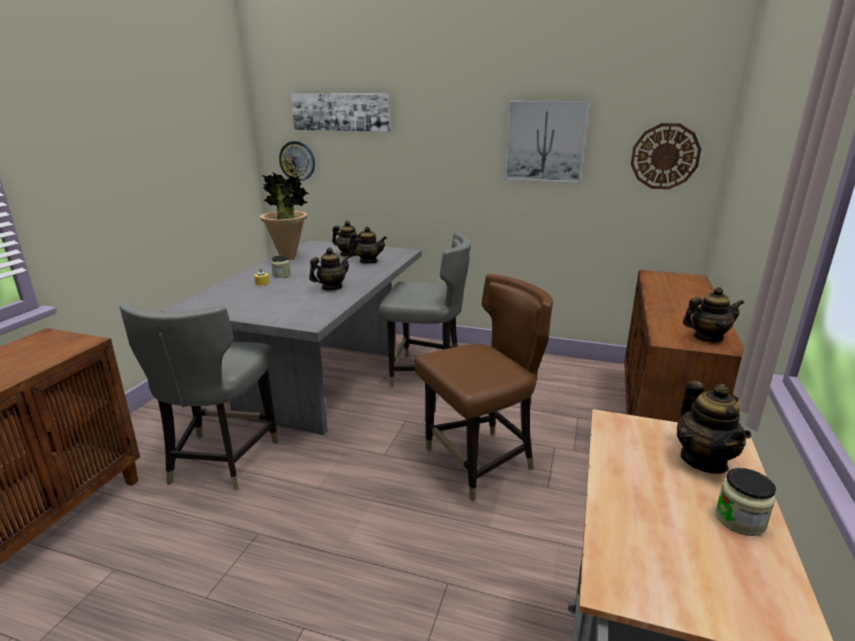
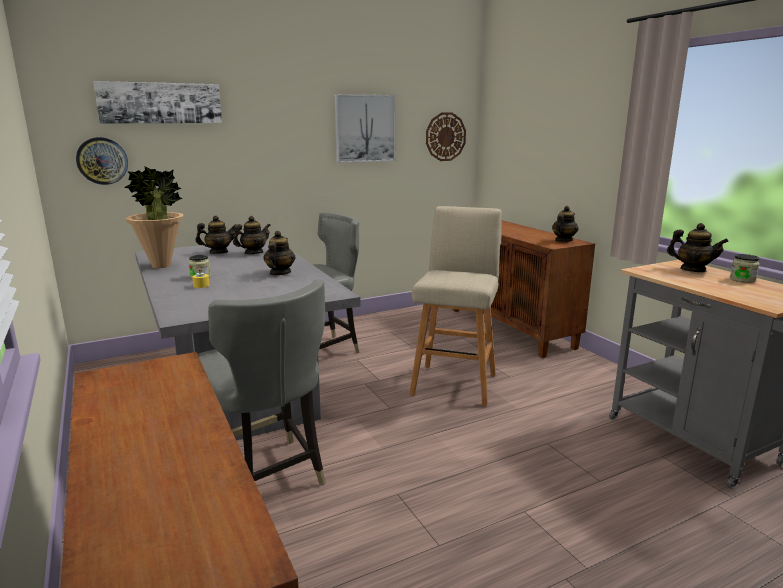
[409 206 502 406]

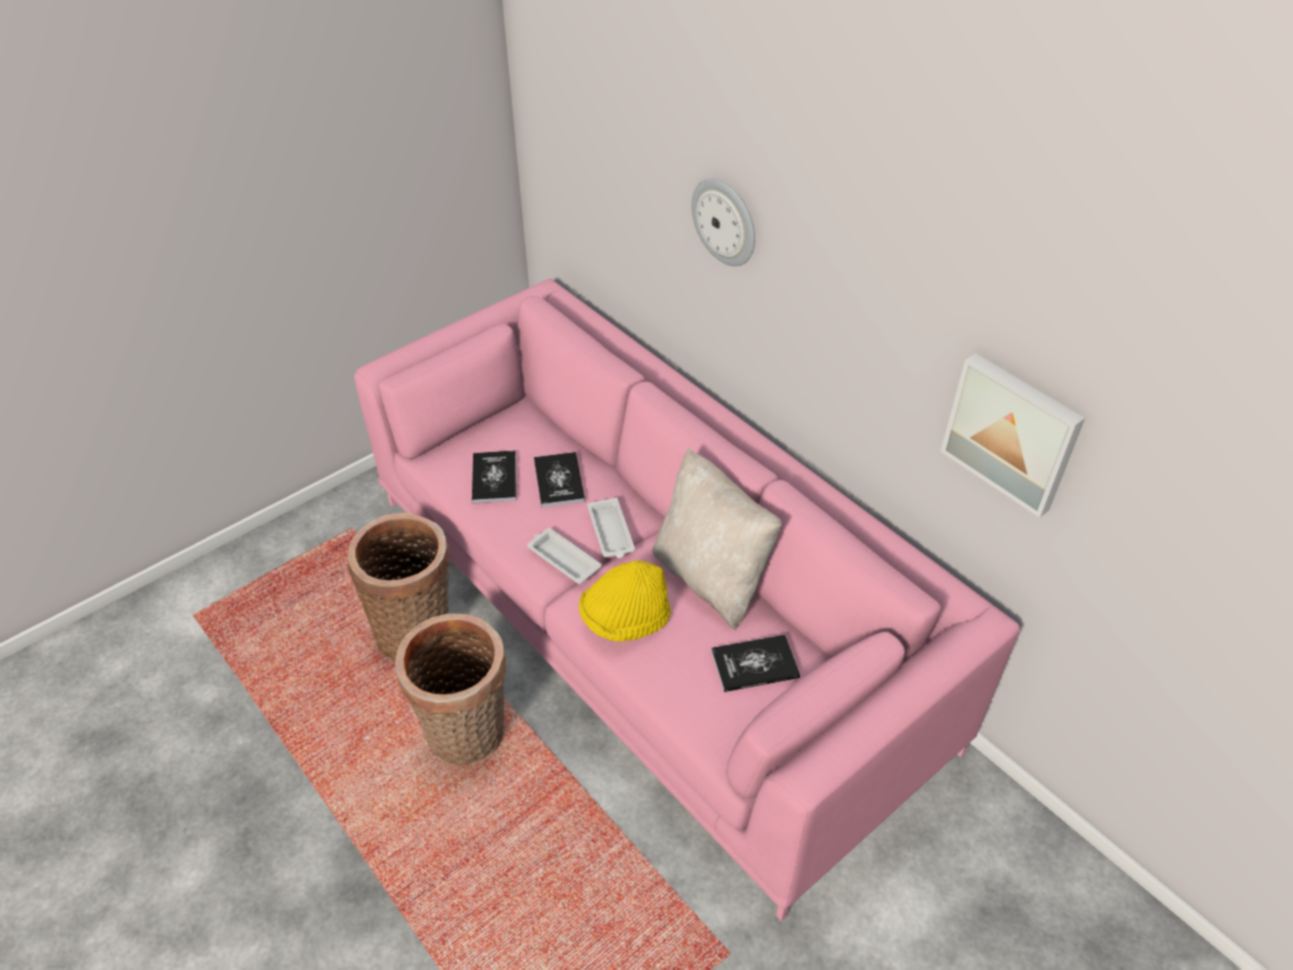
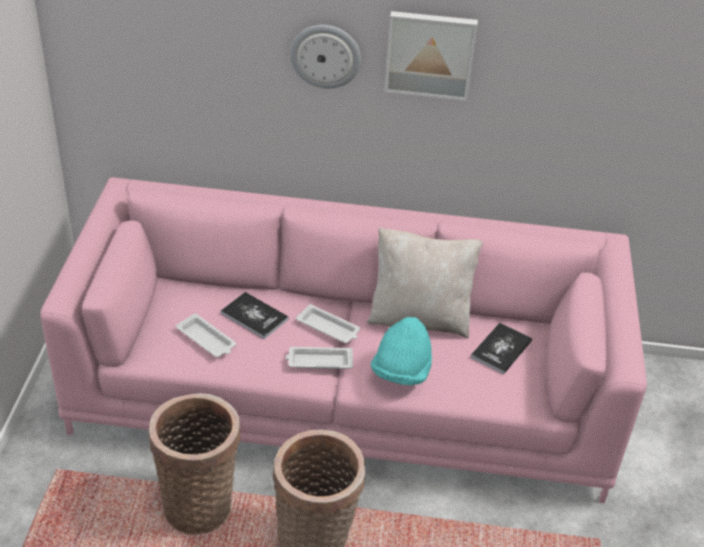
[384 11 478 101]
[176 313 236 357]
[371 317 432 385]

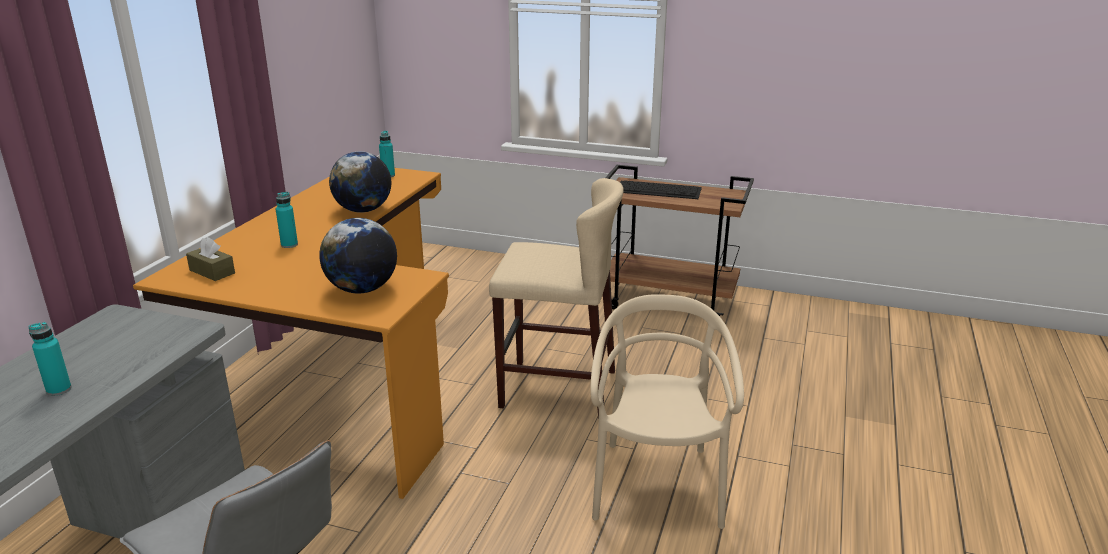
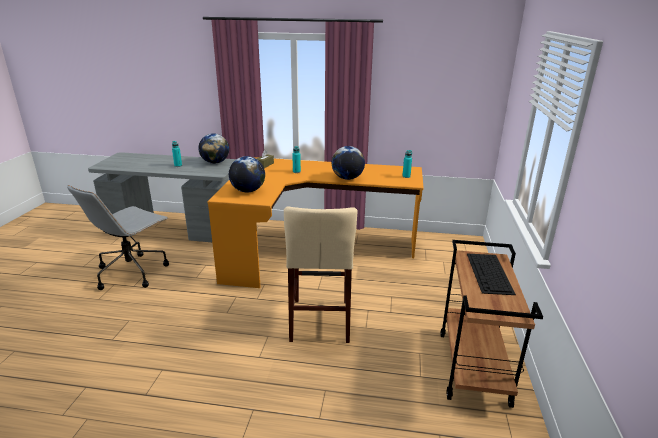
[590 294 744 529] (first image)
[198 133 229 164]

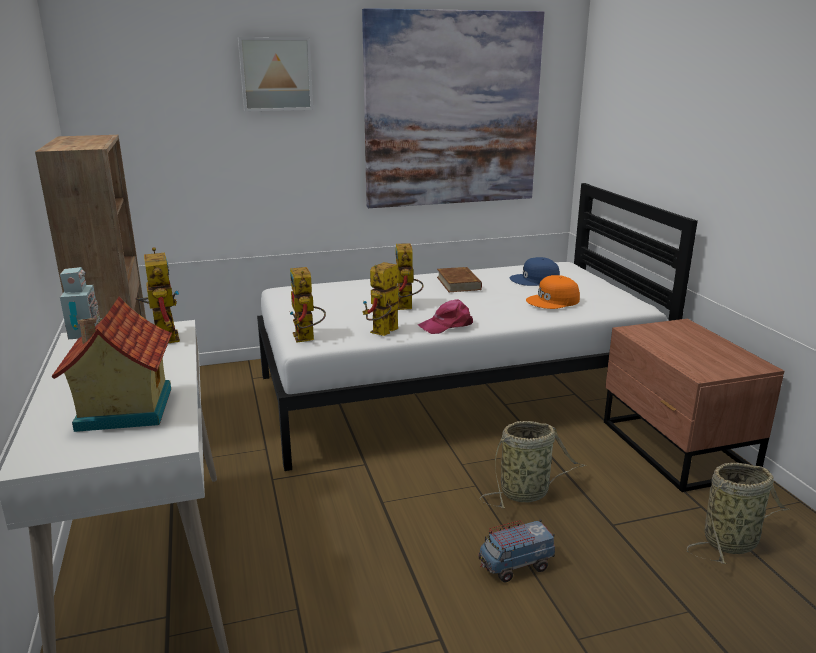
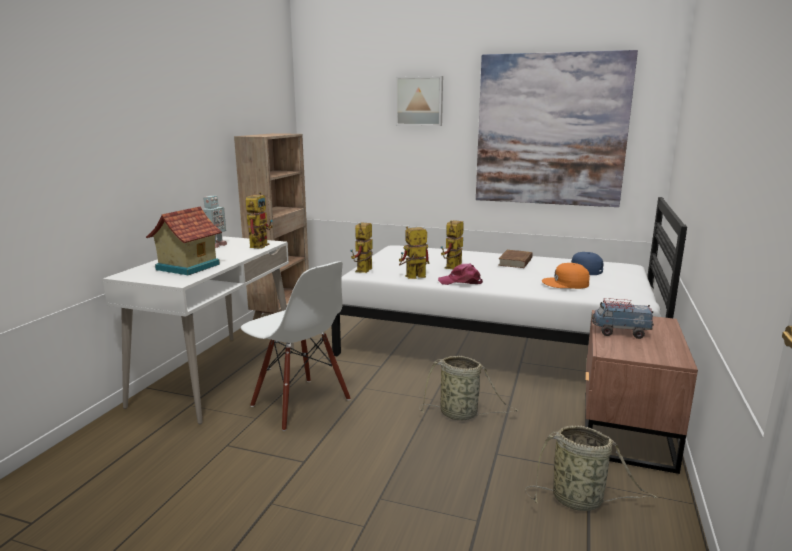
[241 261 351 431]
[592 298 654 339]

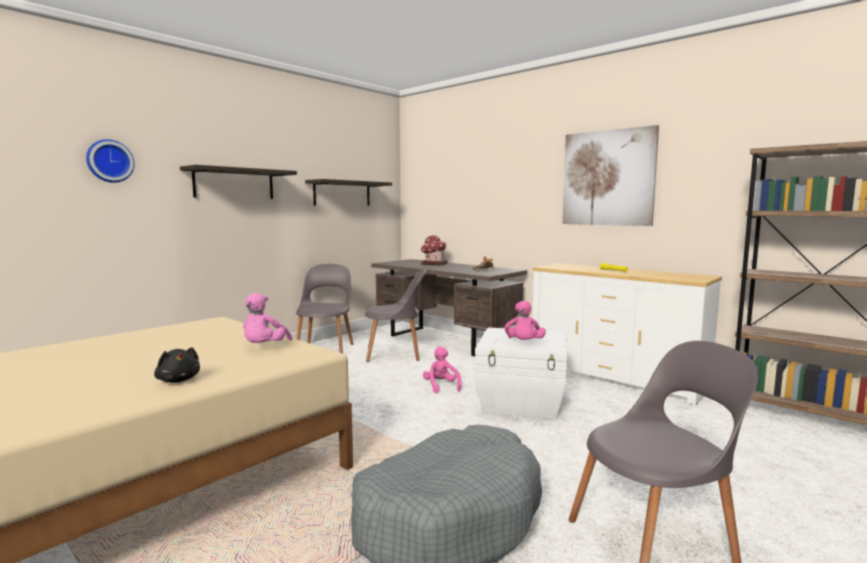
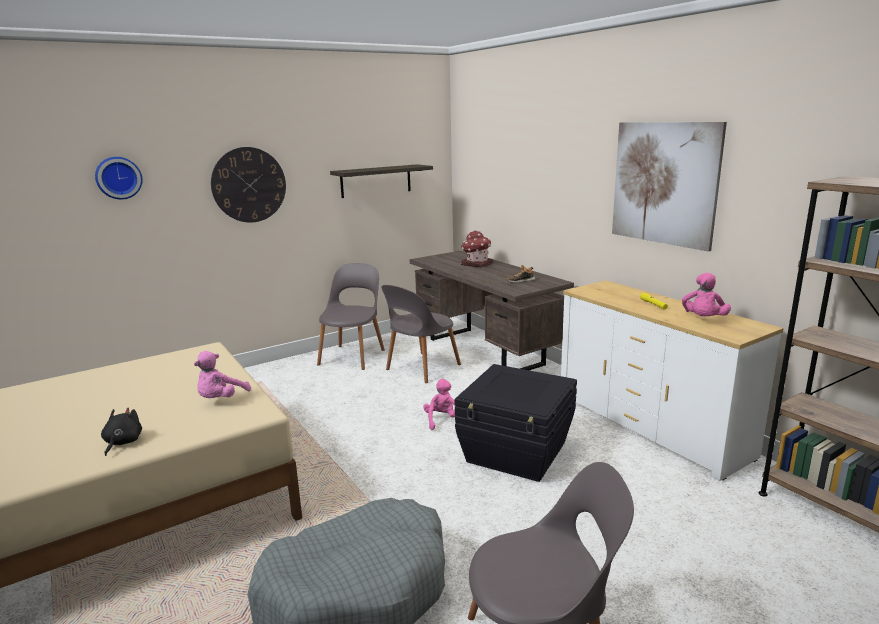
[682 273 731 316]
[211 147 286 223]
[455 364 577 482]
[101 407 142 456]
[381 285 461 383]

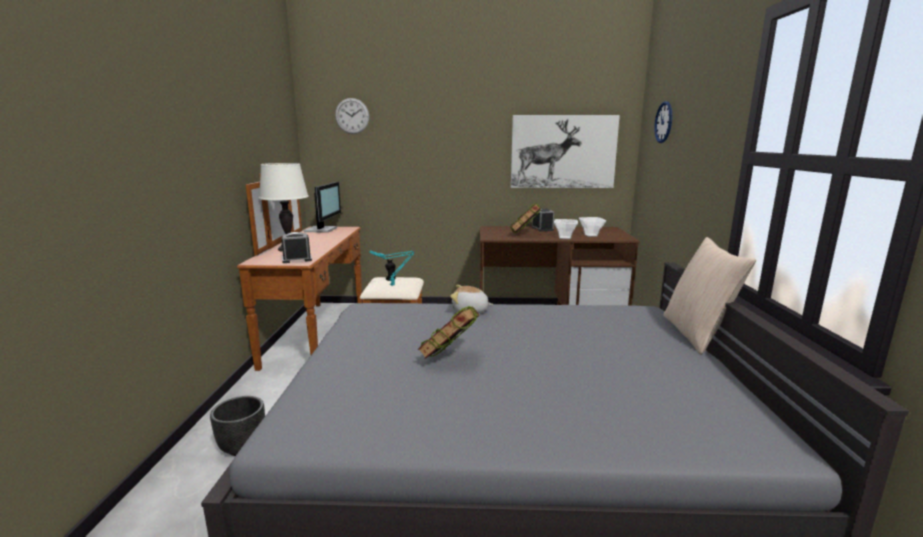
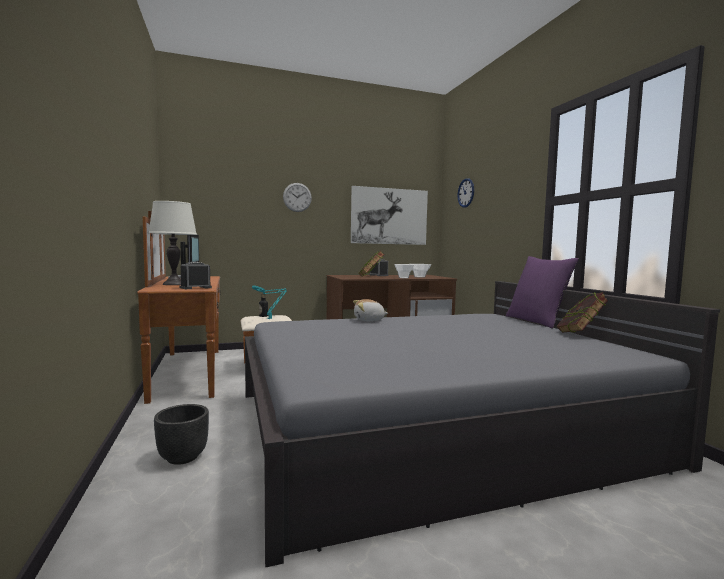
[283 183 312 212]
[556 292 608 333]
[506 256 579 329]

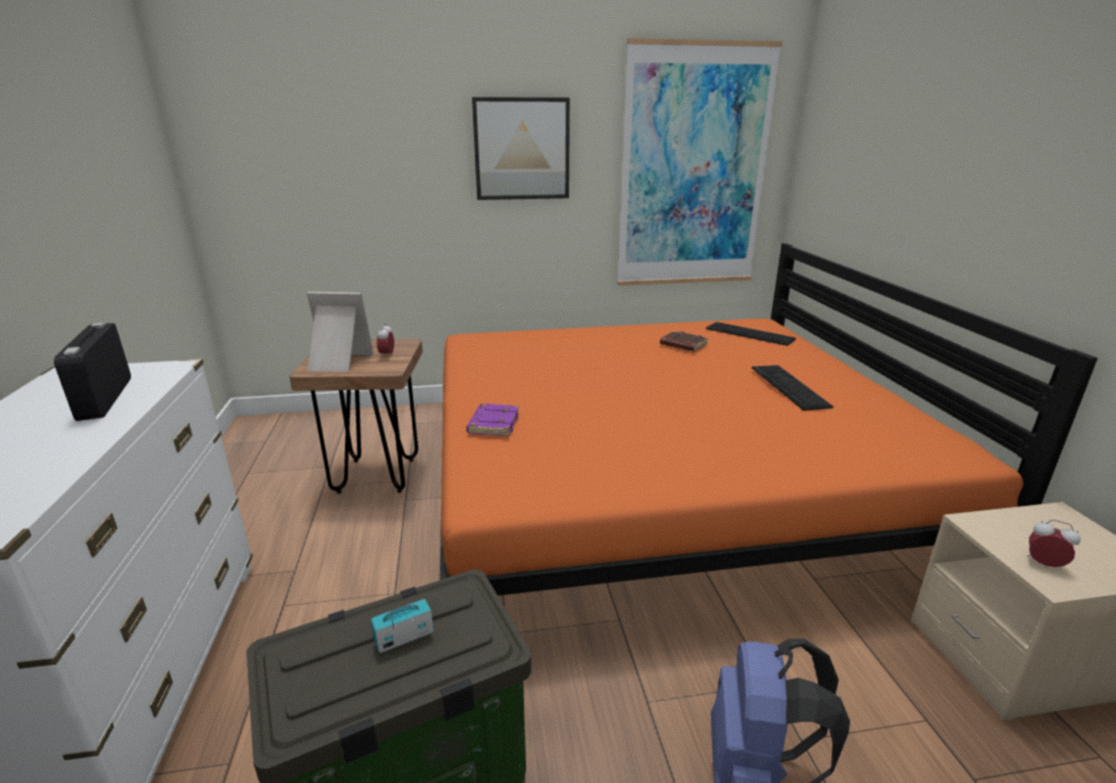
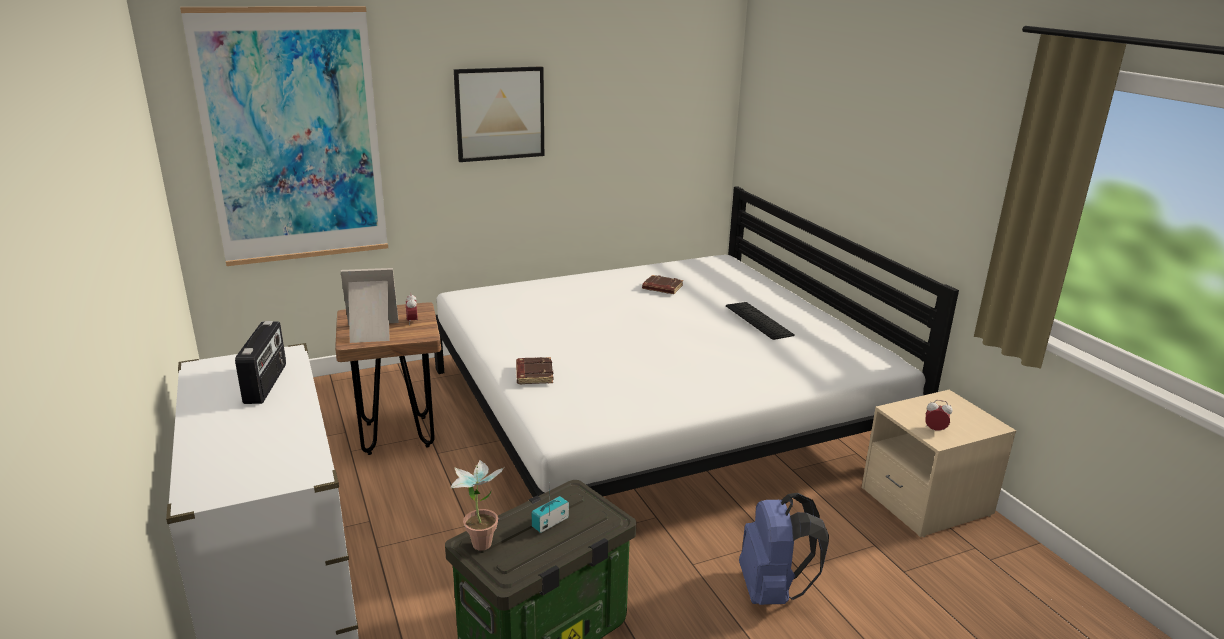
[706 322 796 346] (first image)
[450 460 504 551]
[180 6 388 266]
[435 186 959 497]
[516 357 554 384]
[235 321 286 404]

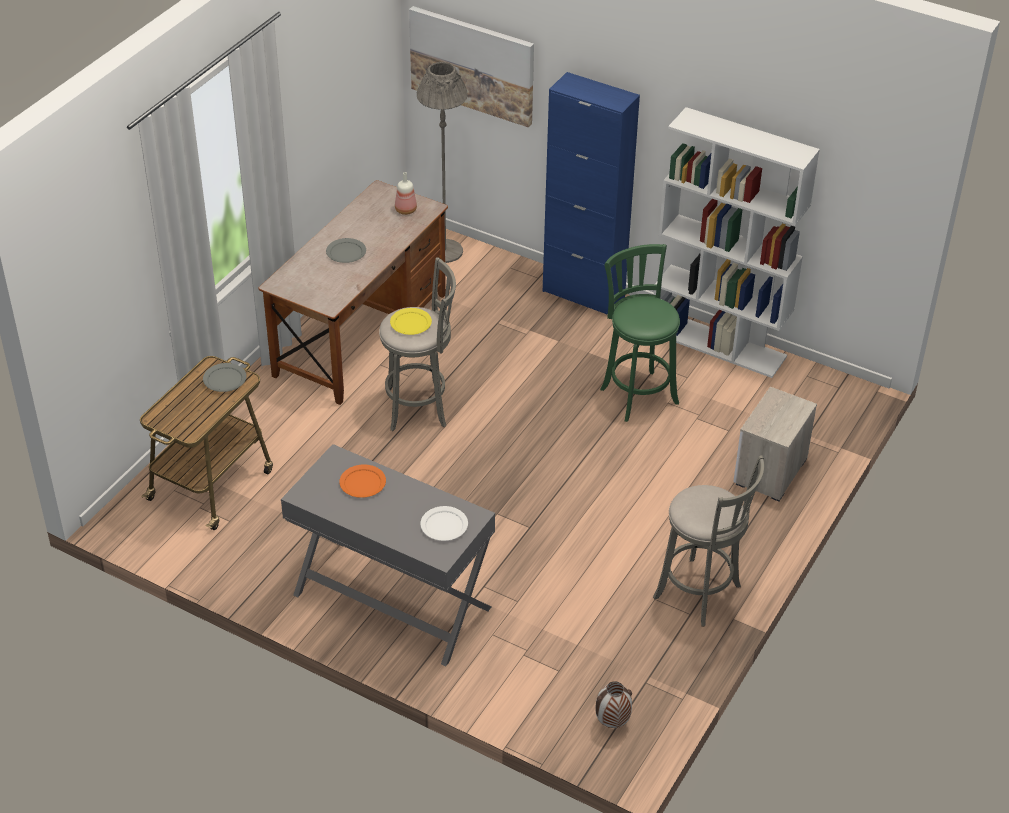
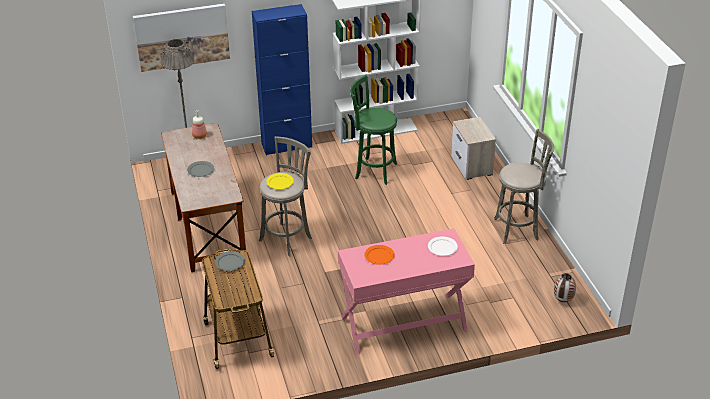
[338 228 475 355]

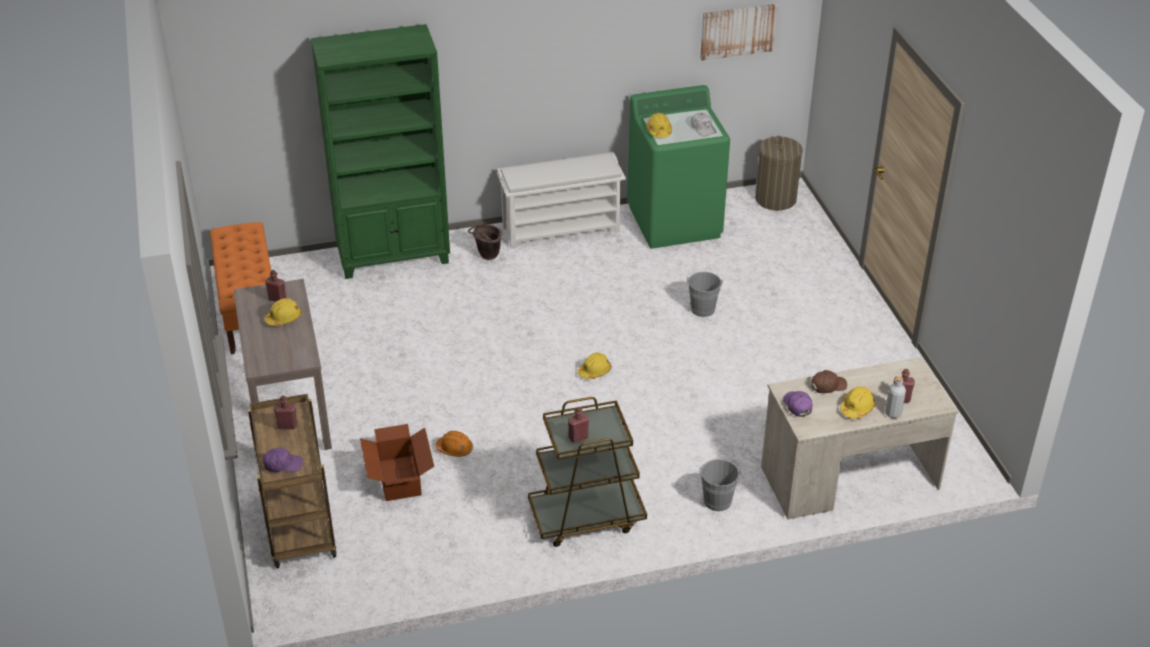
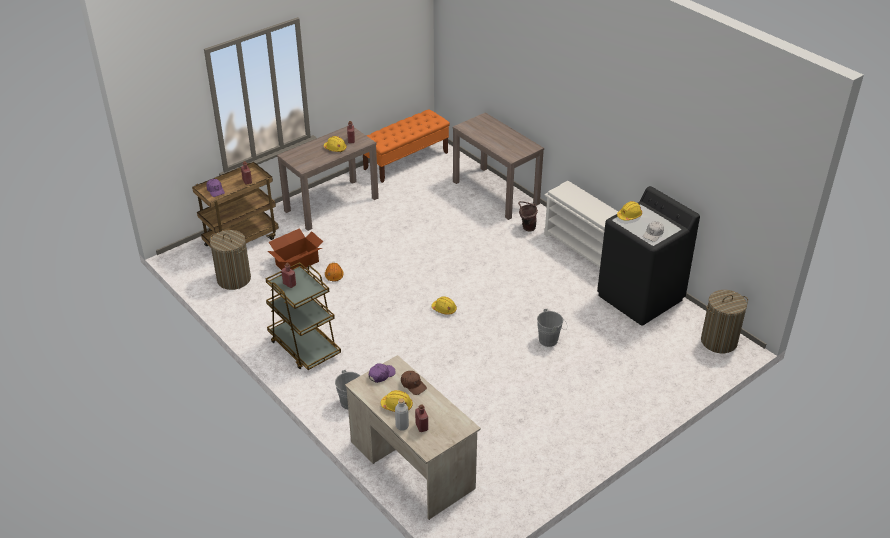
[700 4 778 61] (first image)
[210 230 251 290]
[453 113 544 220]
[597 186 700 326]

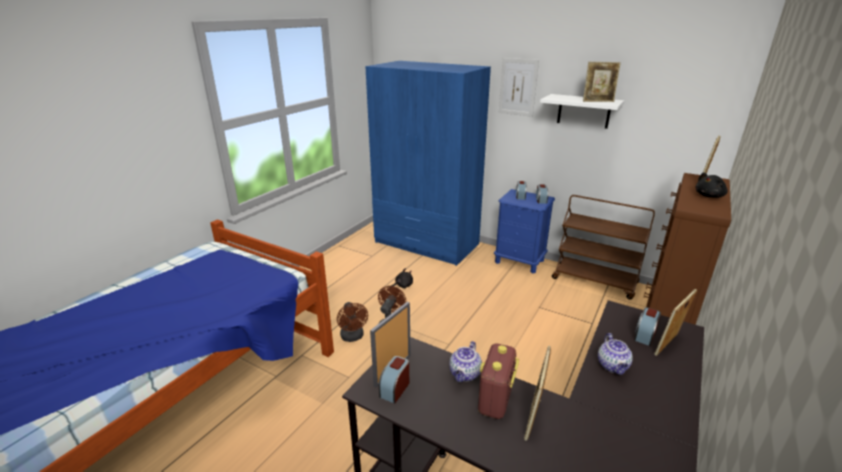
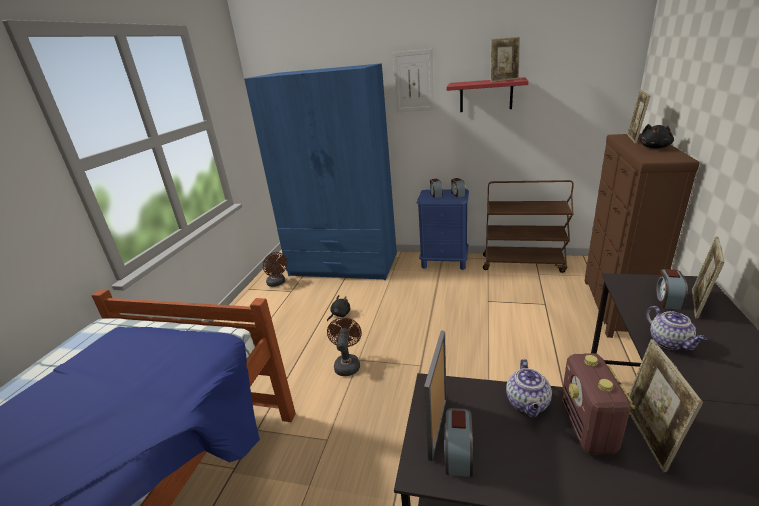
[263 252 287 287]
[447 77 529 112]

